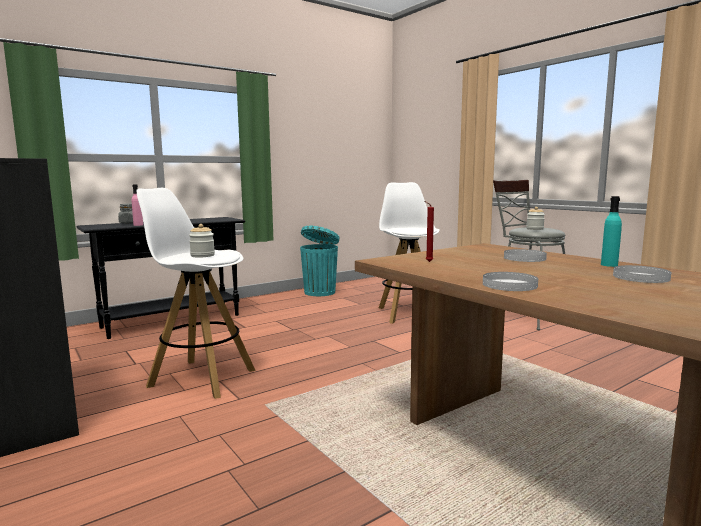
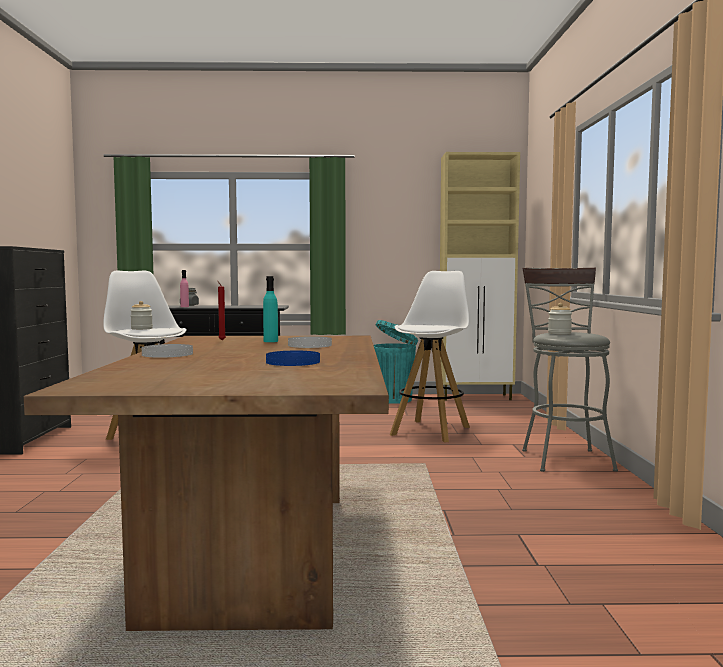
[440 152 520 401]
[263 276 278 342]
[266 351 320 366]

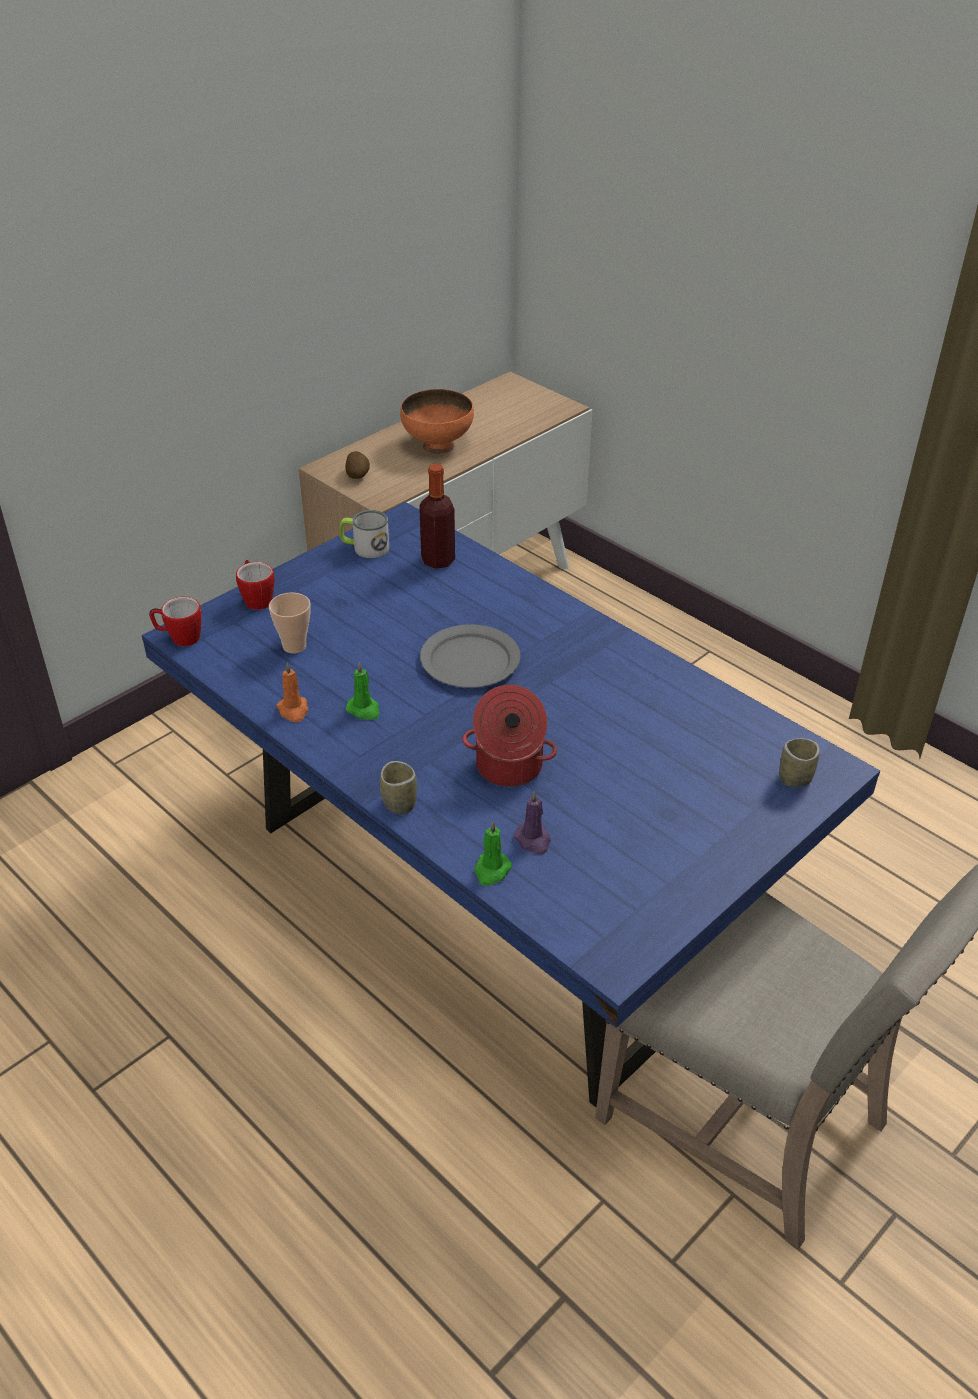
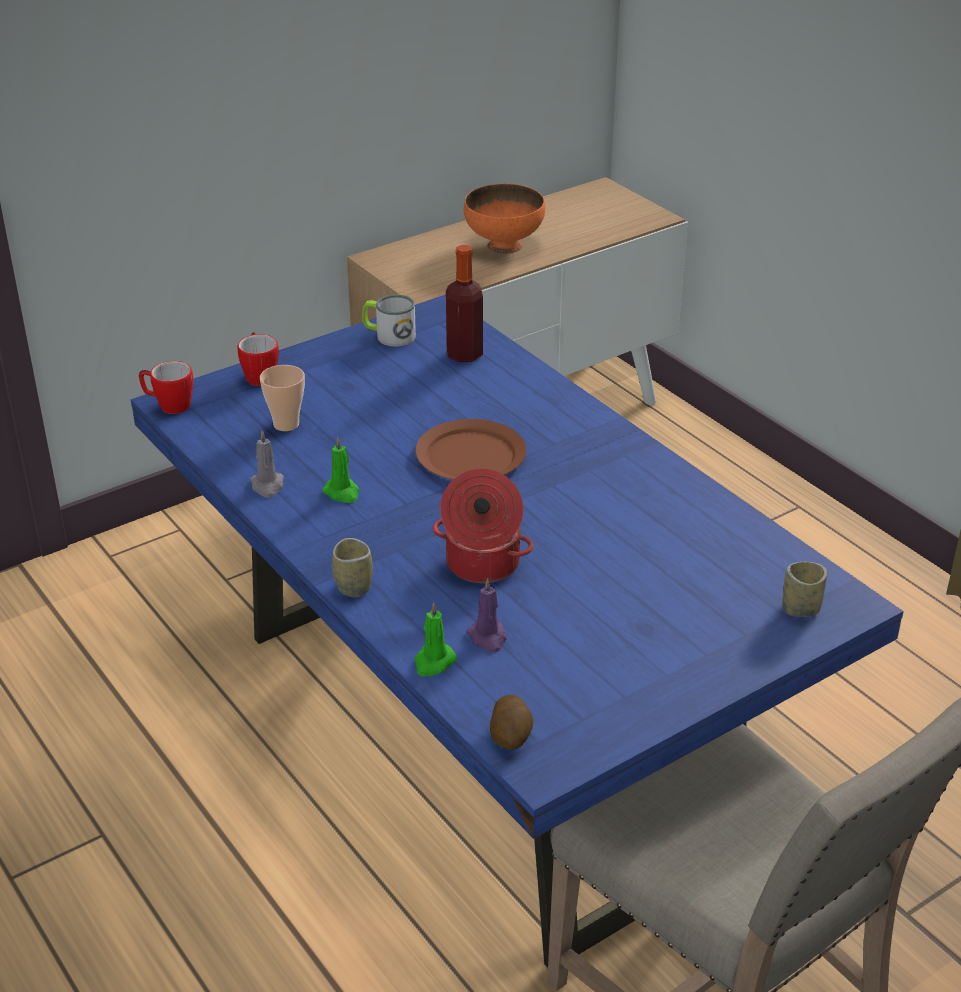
[490 695 533 750]
[250 430 284 497]
[415 419 526 480]

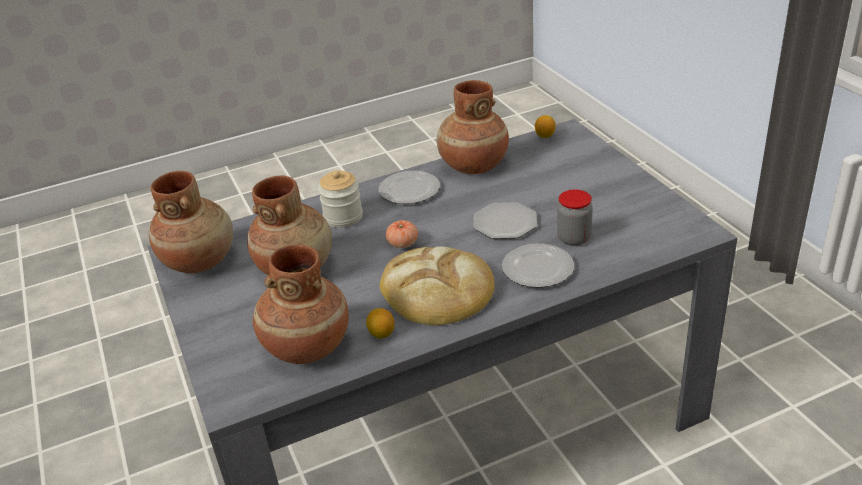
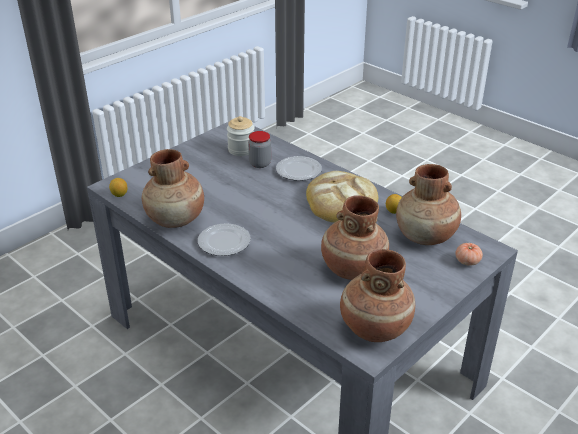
[474 202 537 239] (first image)
[227 116 255 156]
[455 243 483 266]

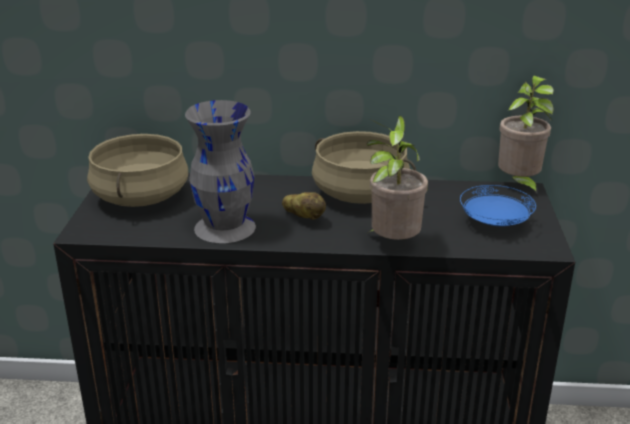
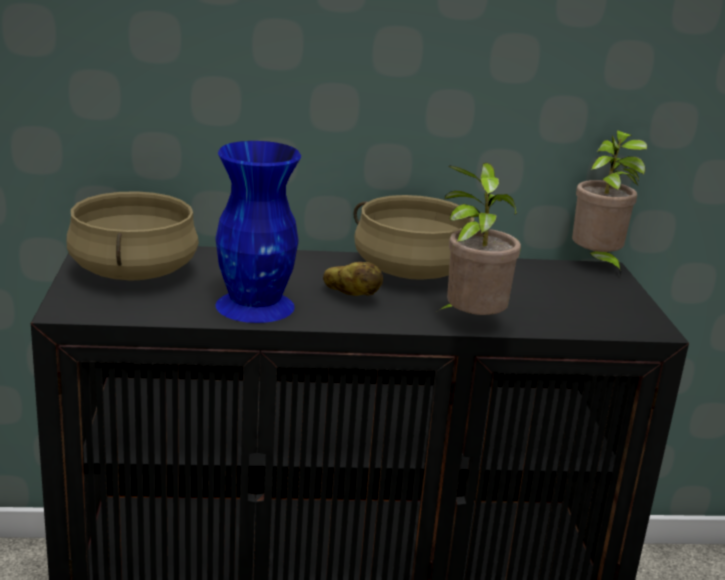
[460 185 536 226] (first image)
[215 141 301 323]

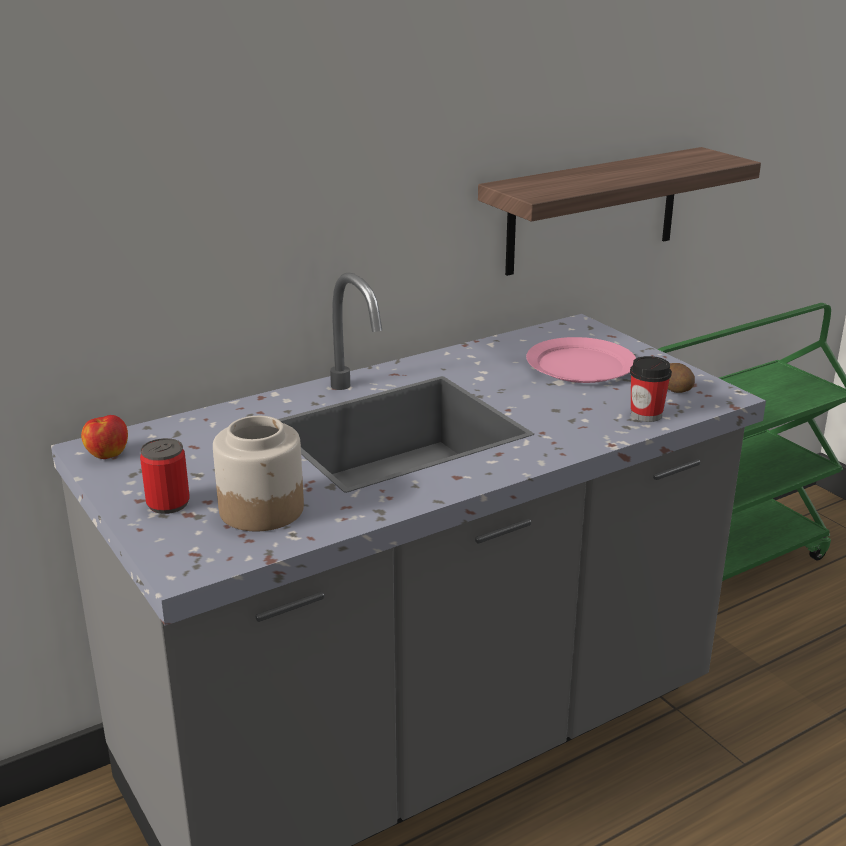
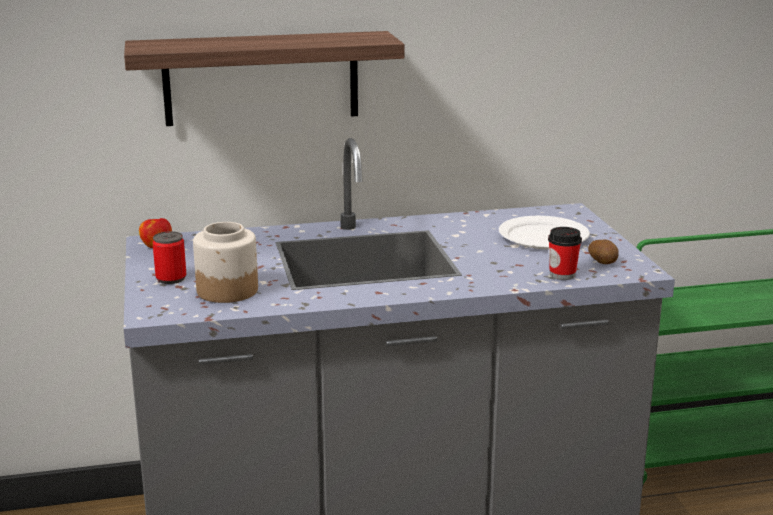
[124 31 405 126]
[499 216 590 249]

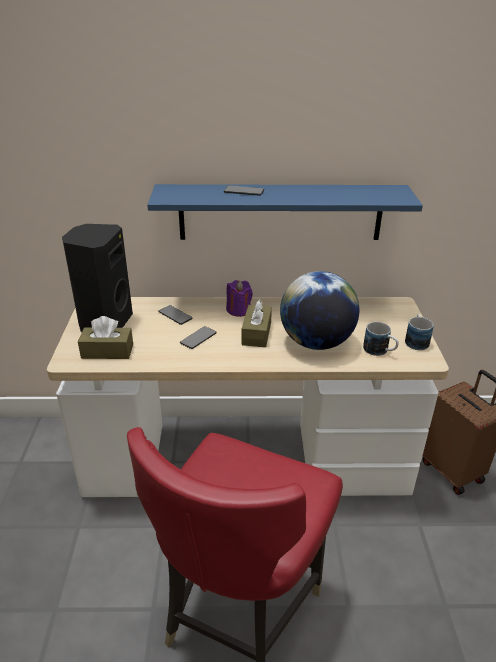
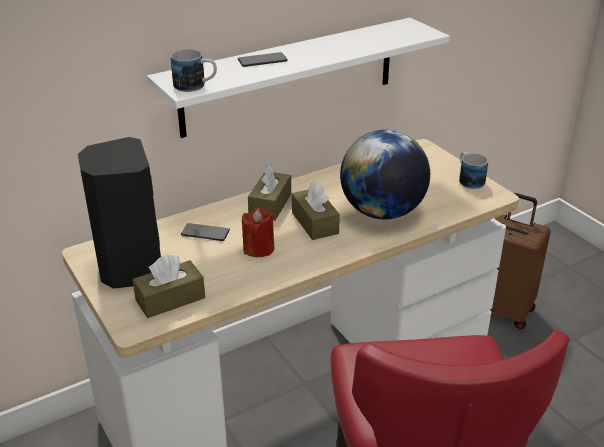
[171 49 217 92]
[242 208 274 257]
[248 165 291 221]
[147 18 450 138]

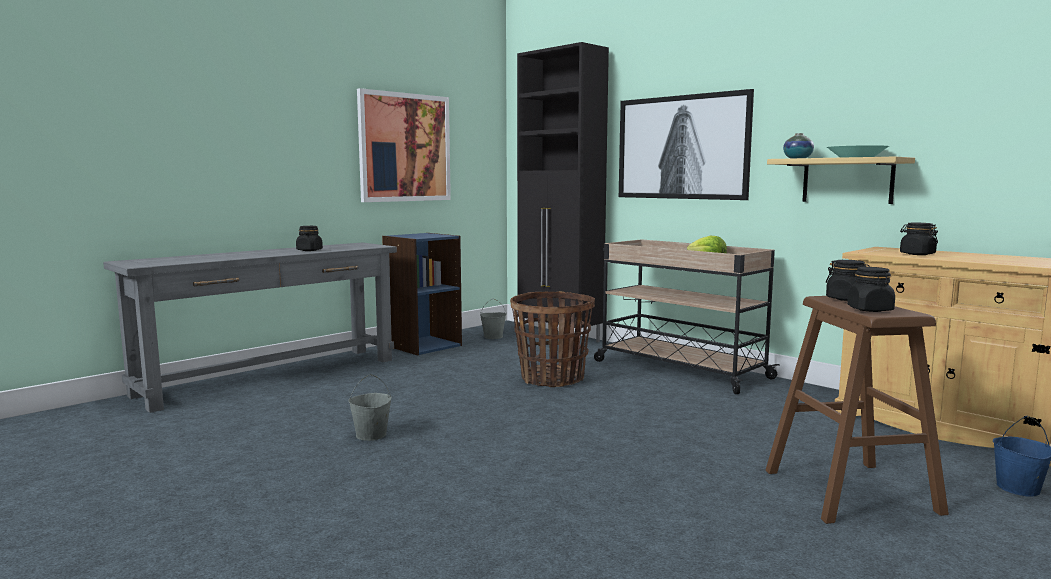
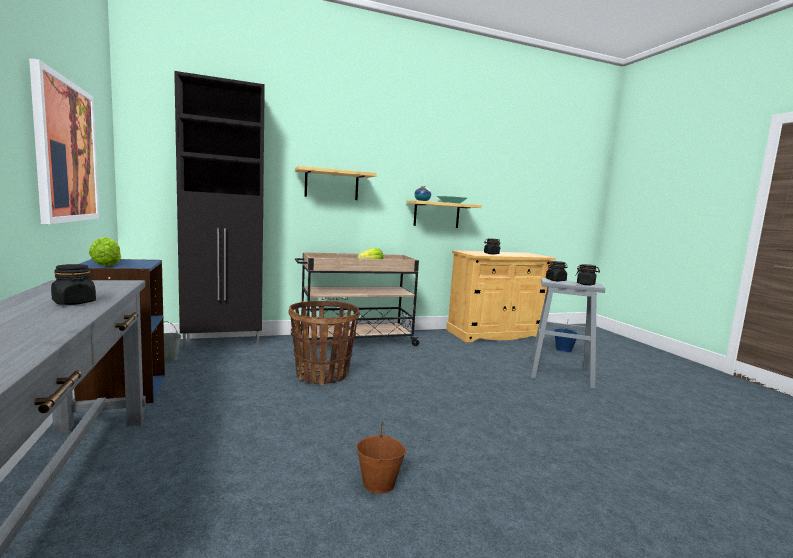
[89 237 121 266]
[295 166 377 200]
[356 421 407 494]
[531 278 605 389]

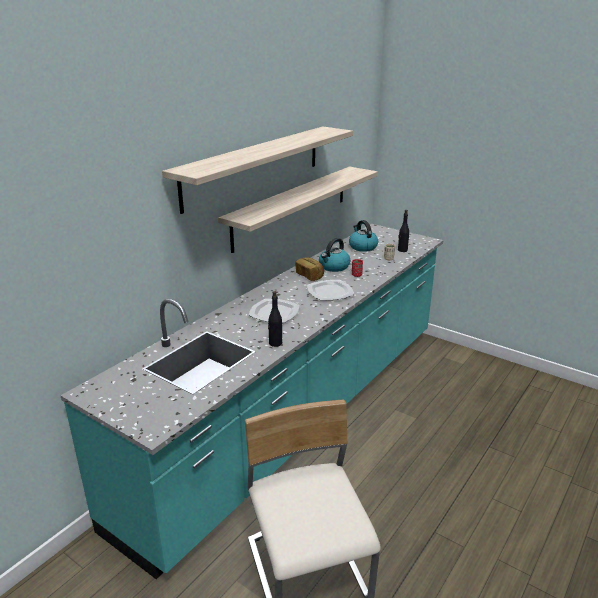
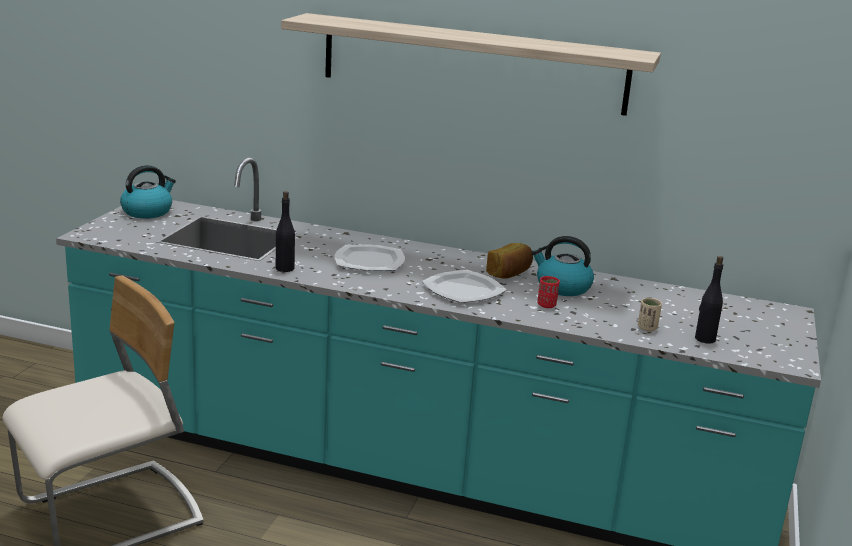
[218 167 378 253] (first image)
[120 165 176 218]

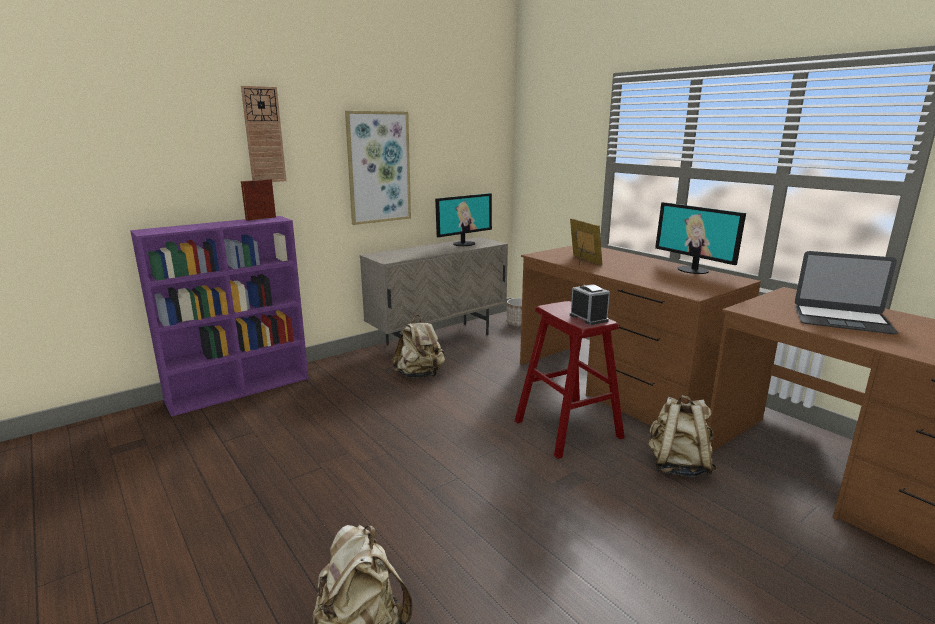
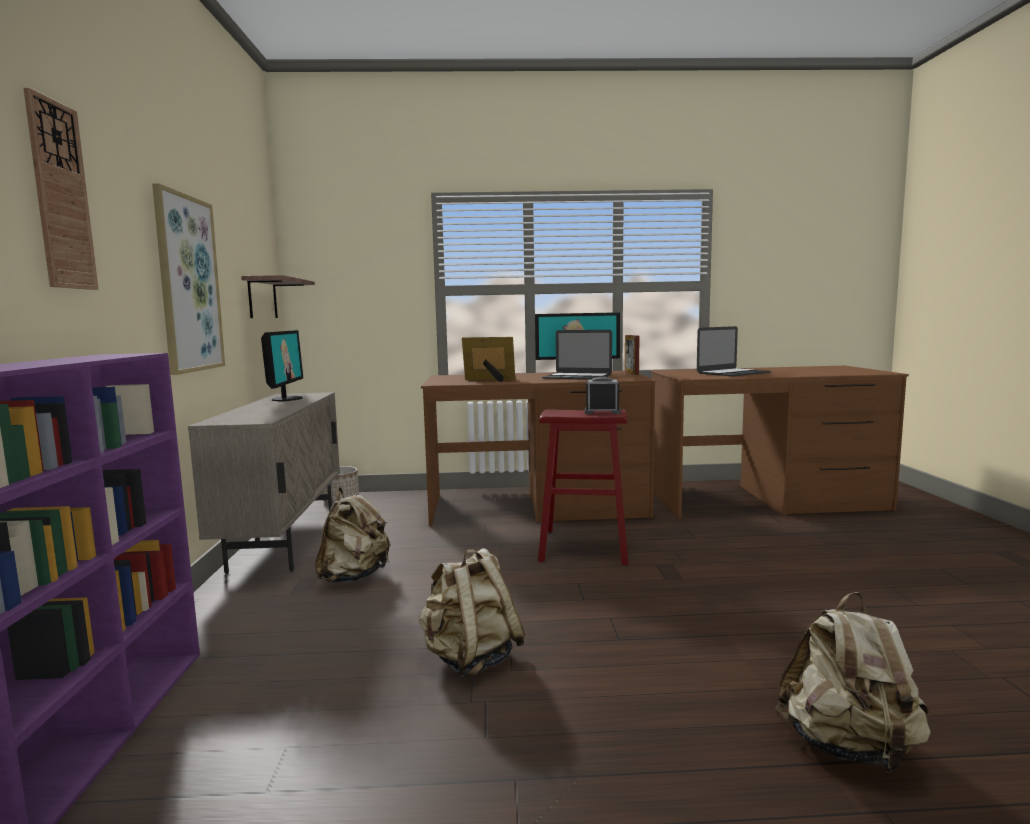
[241 275 315 318]
[542 330 612 380]
[625 335 639 375]
[419 548 525 678]

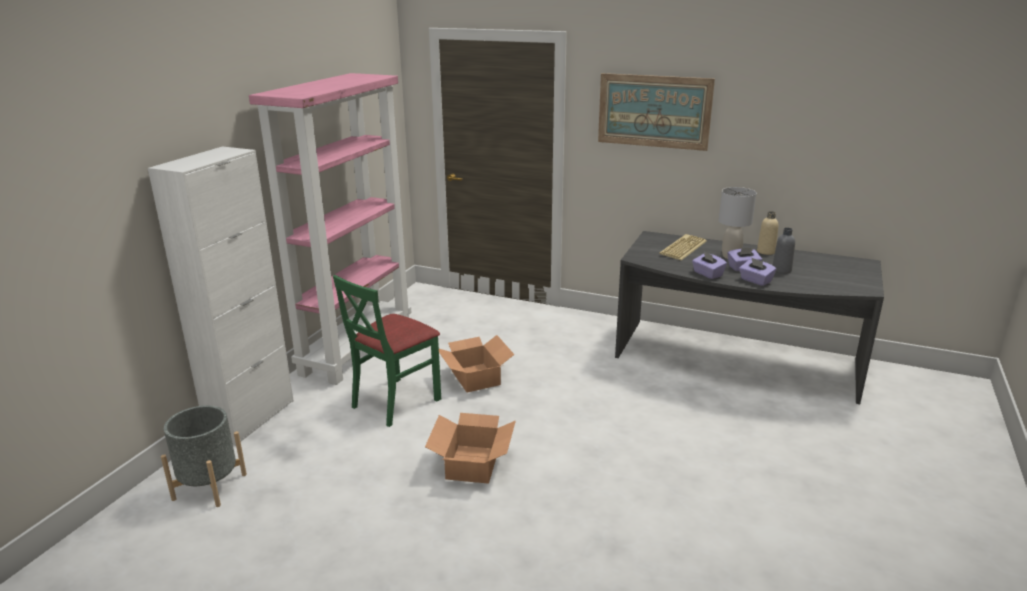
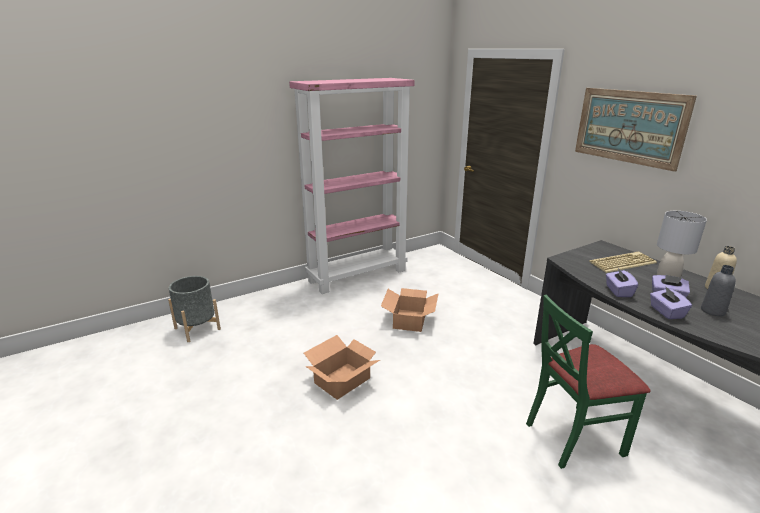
[148 146 294 446] (first image)
[526 295 651 469]

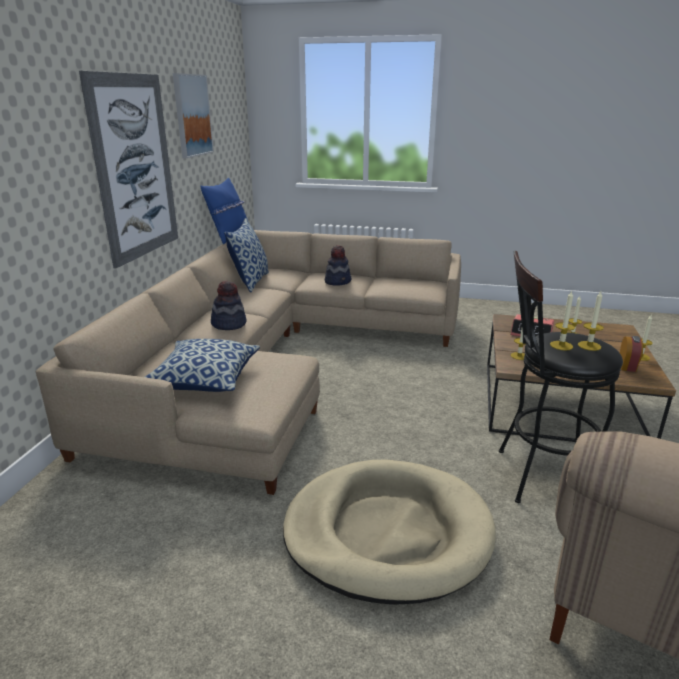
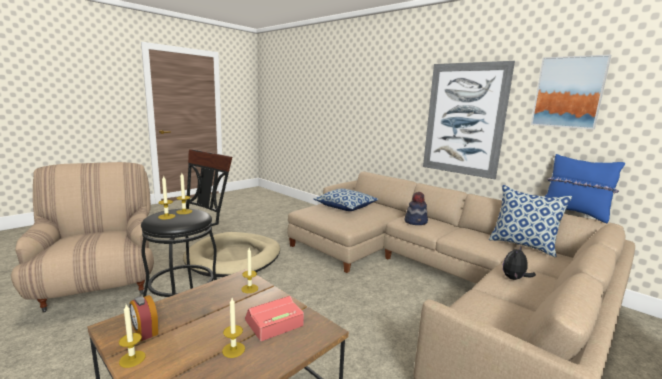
[503 246 536 280]

